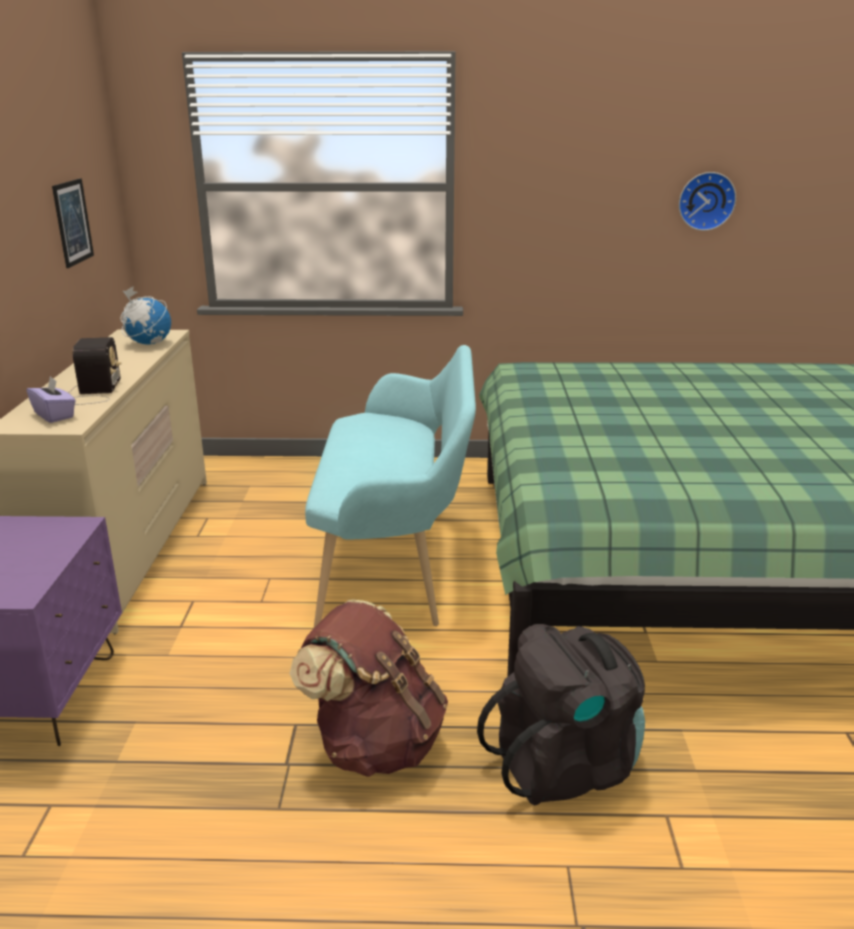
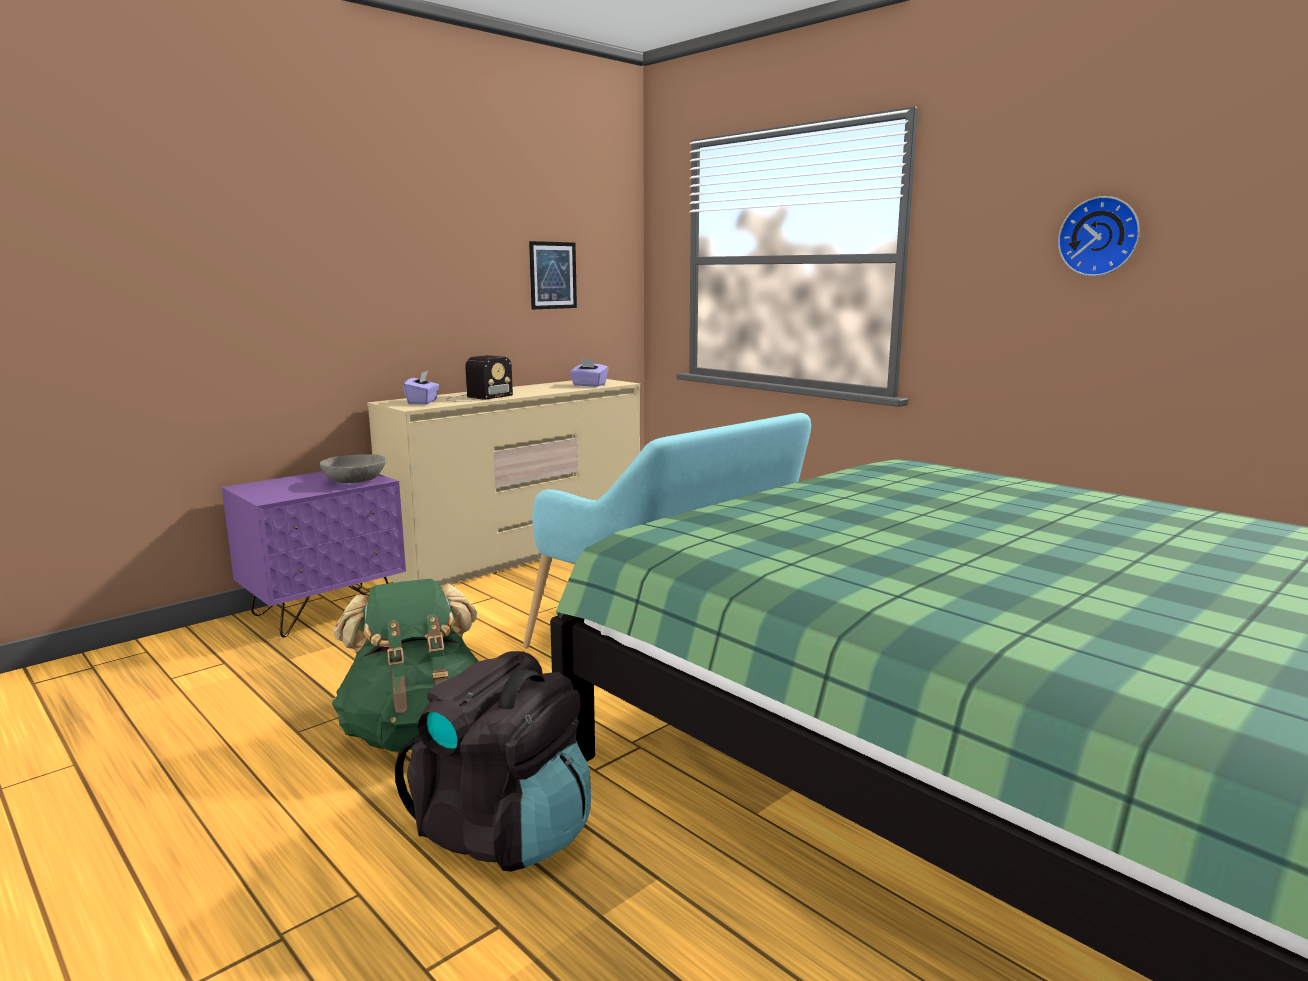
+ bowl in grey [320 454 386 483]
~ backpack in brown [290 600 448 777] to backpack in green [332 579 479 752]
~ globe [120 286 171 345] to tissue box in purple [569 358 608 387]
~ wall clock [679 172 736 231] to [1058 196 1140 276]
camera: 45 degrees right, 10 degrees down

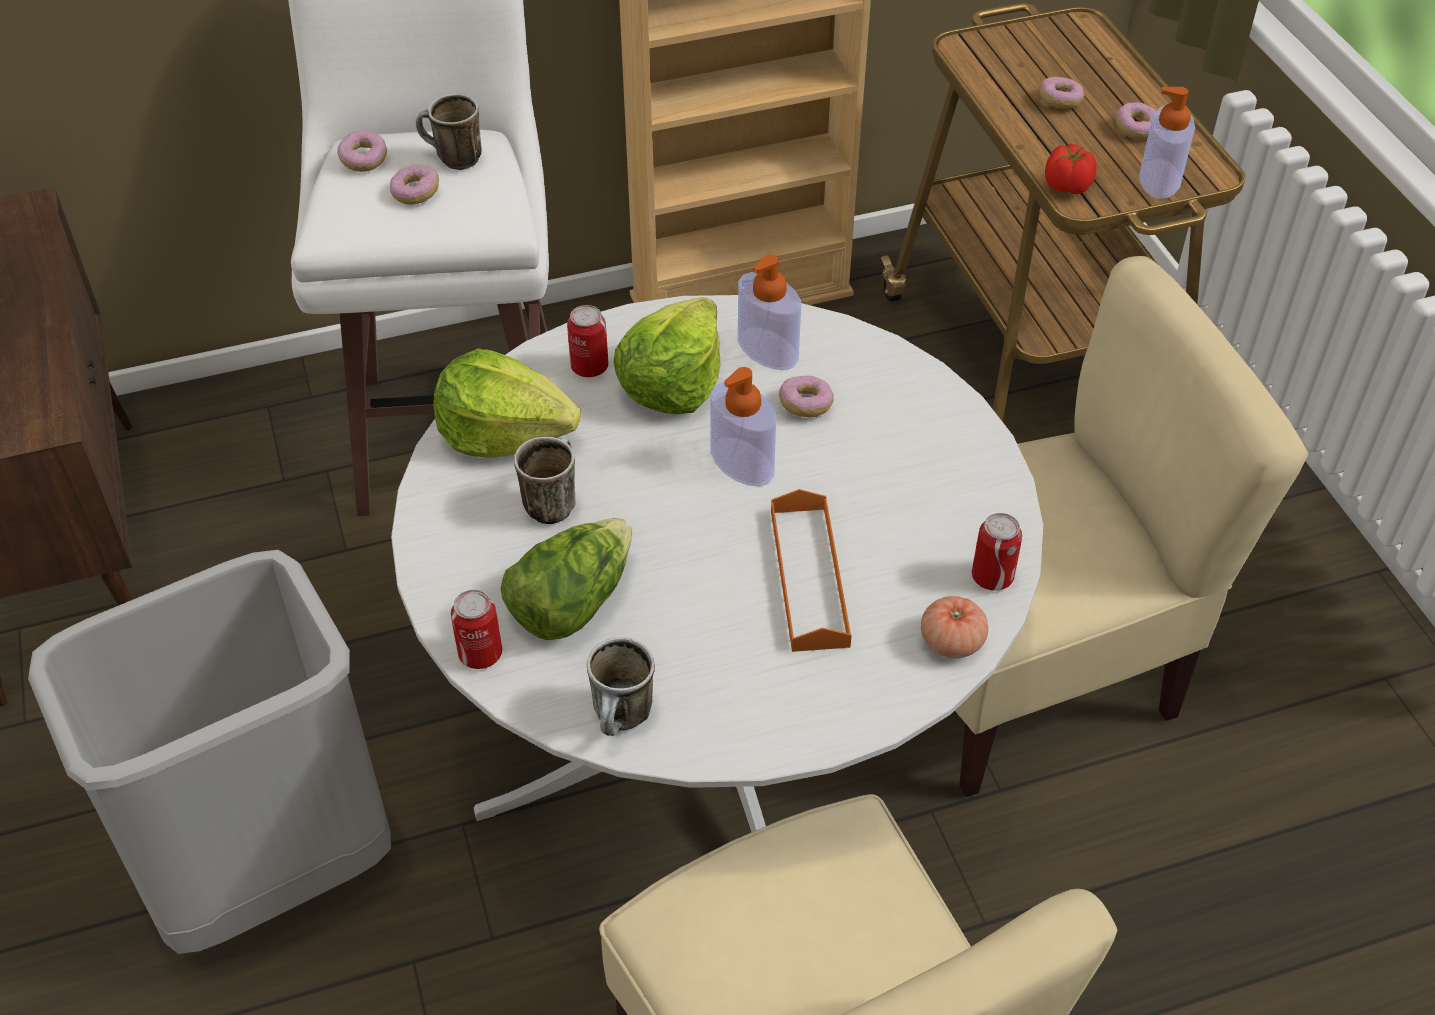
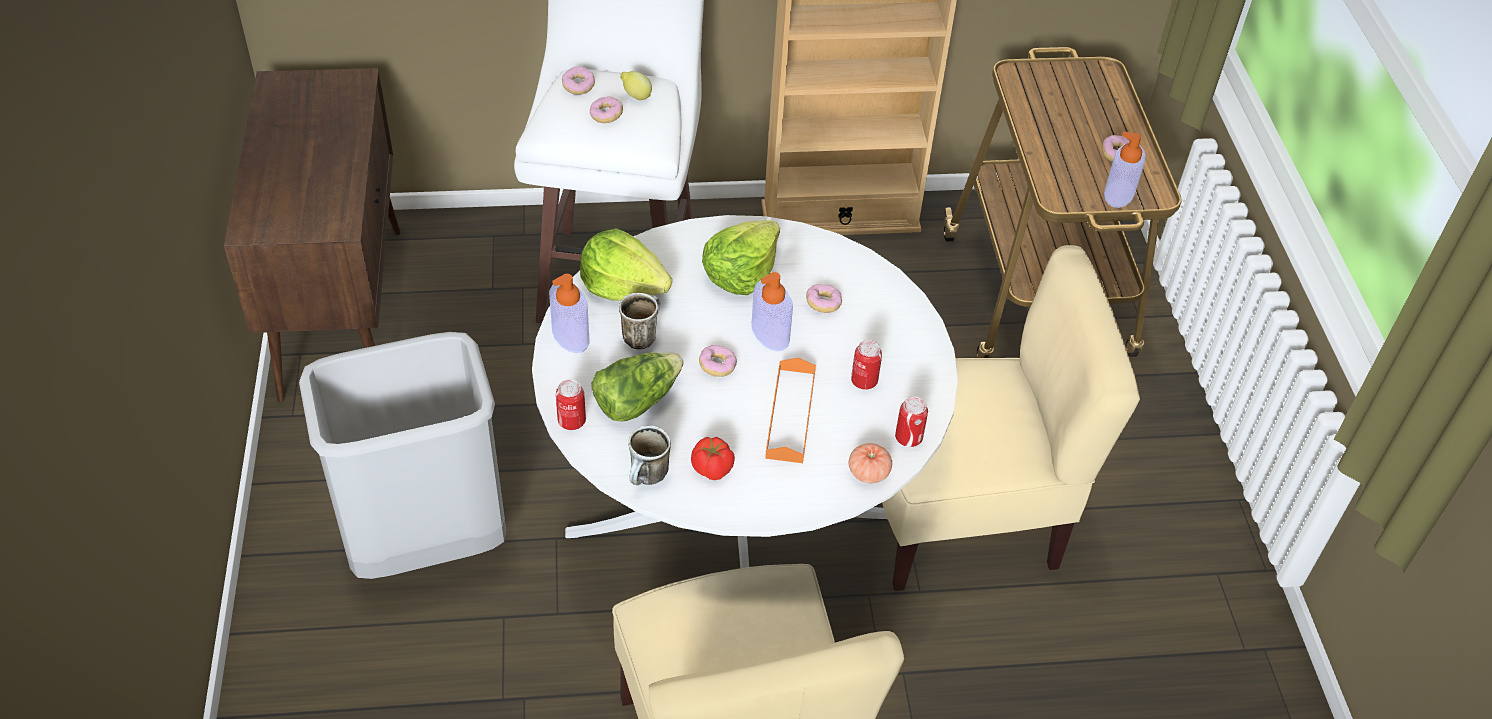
~ soap dispenser [738 254 801 370] to [549 274 590 353]
~ mug [416 94 482 170] to lemon [620 71 652 100]
~ tomato [1045 144 1097 194] to [691 437 735 480]
~ donut [1039 77 1084 109] to [699 345 737 377]
~ can [567 305 609 377] to [851 340 882 390]
camera: 10 degrees right, 0 degrees up

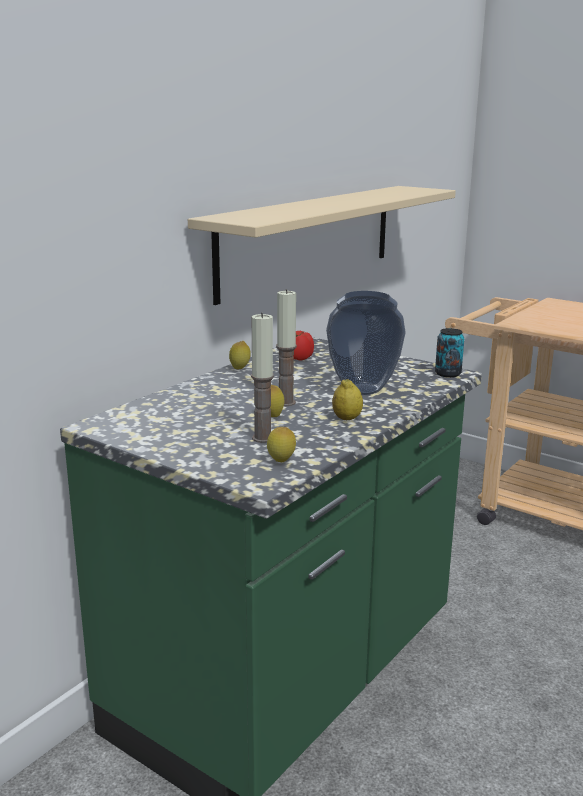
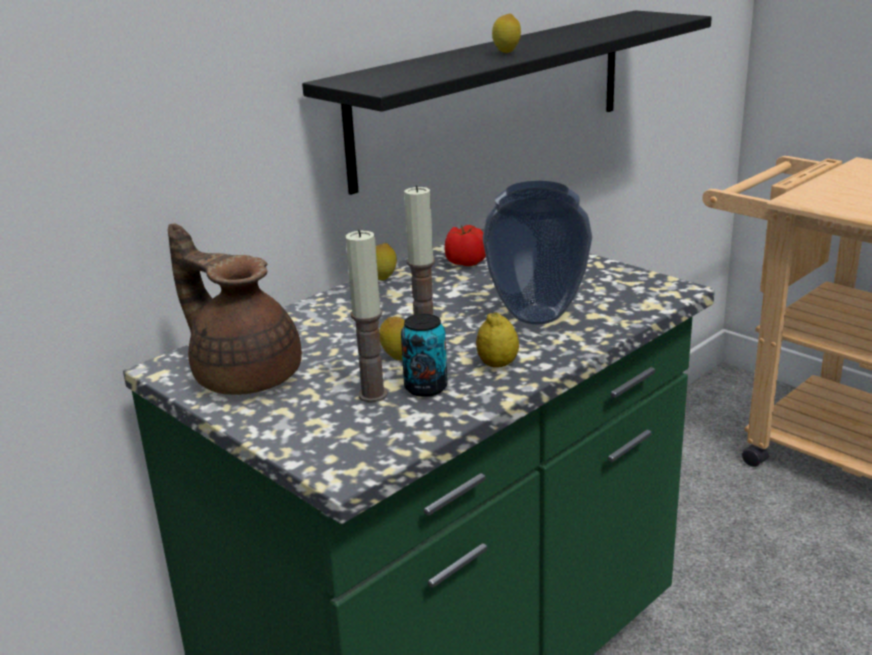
+ teapot in brown [168 223 302 395]
~ shelf in beige [188 186 456 305] to shelf in black [302 10 712 195]
~ can [435 328 464 378] to [401 314 448 397]
~ lemon [267 427 296 462] to [492 14 521 53]
camera: 10 degrees right, 5 degrees up

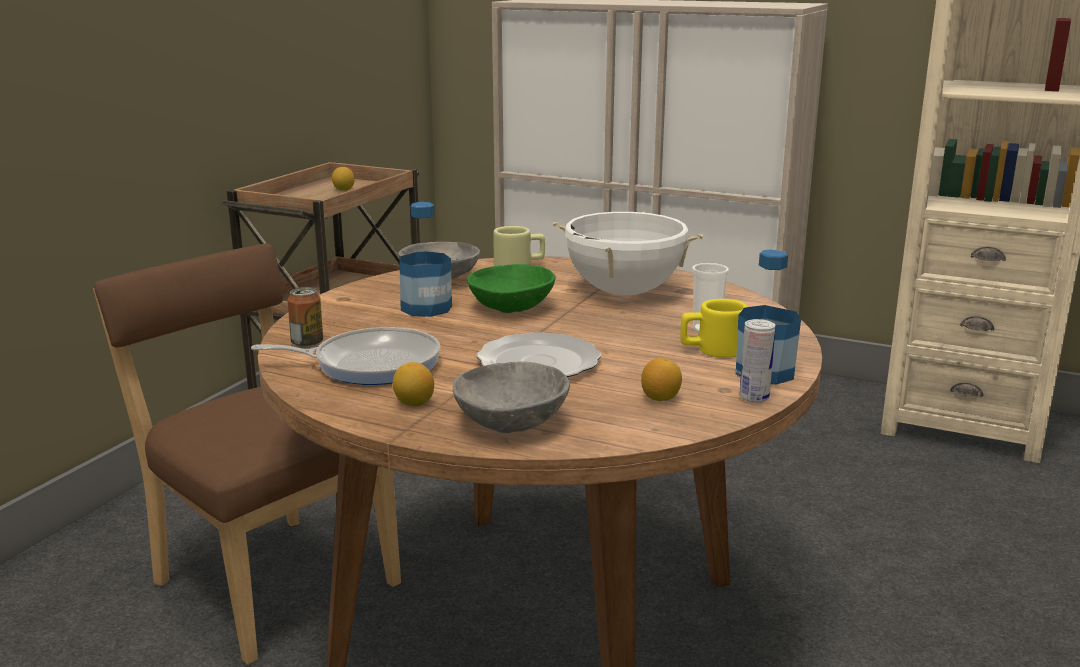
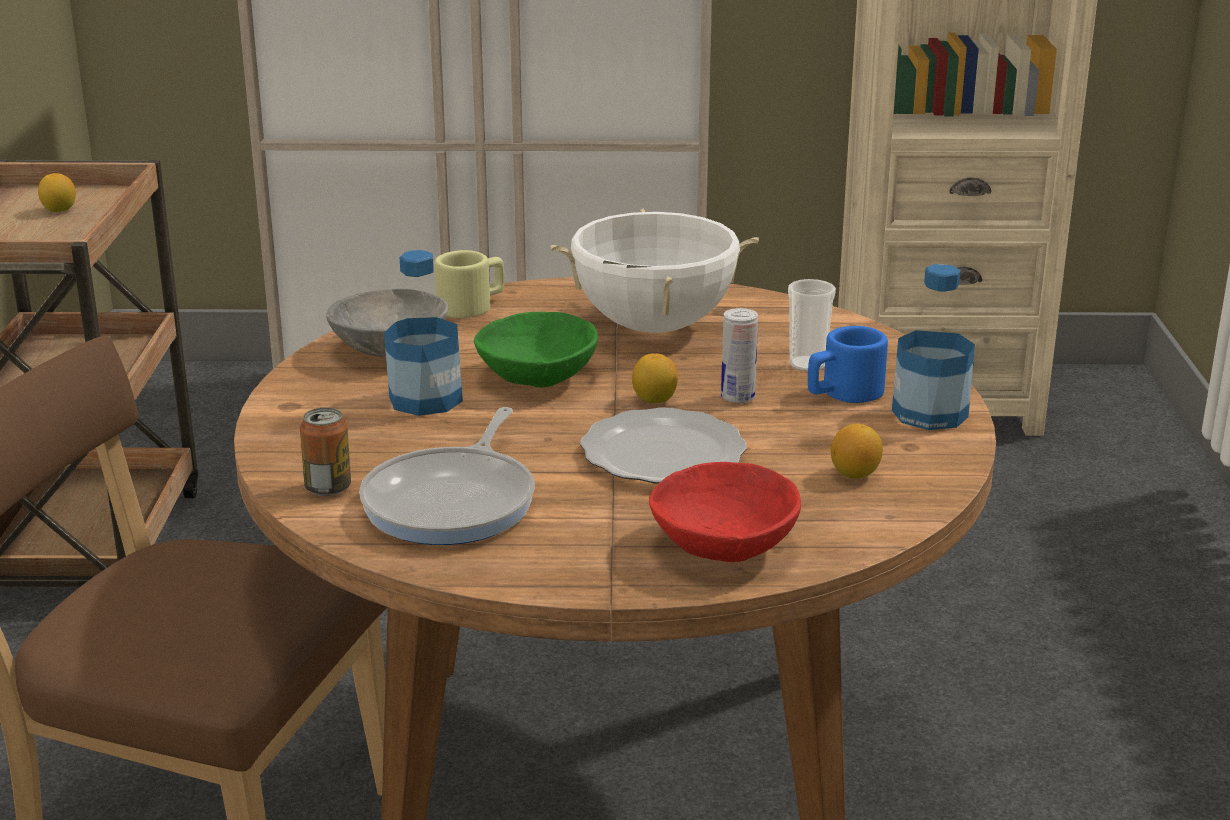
~ frying pan [251 327 441 385] = [359 407 535 545] 135 degrees clockwise
~ lemon [393 362 434 406] to [632 353 678 403]
~ bowl in grey [453 362 570 433] to bowl in red [649 462 801 562]
~ can [739 319 775 402] to [721 308 758 403]
~ mug in yellow [680 299 748 357] to mug in blue [808 326 888 403]
camera: 25 degrees left, 5 degrees up

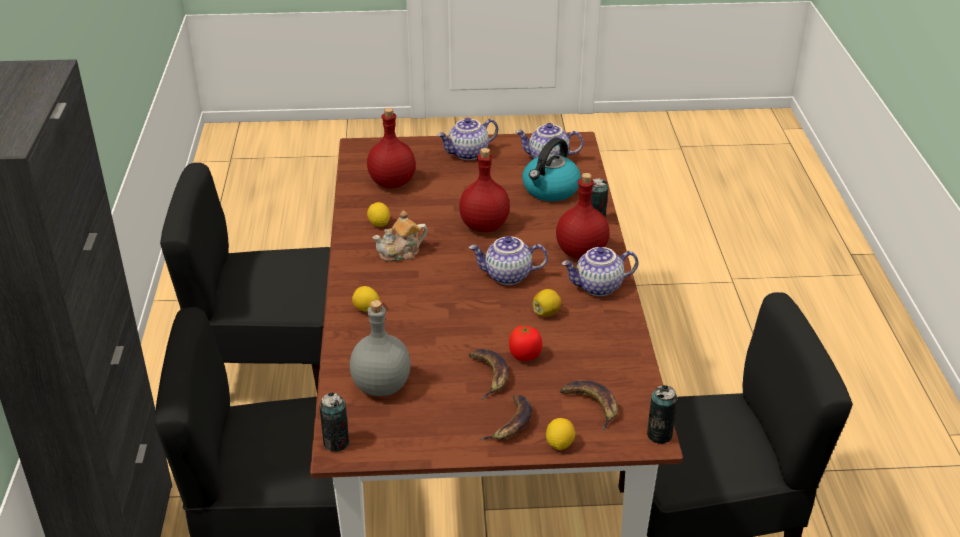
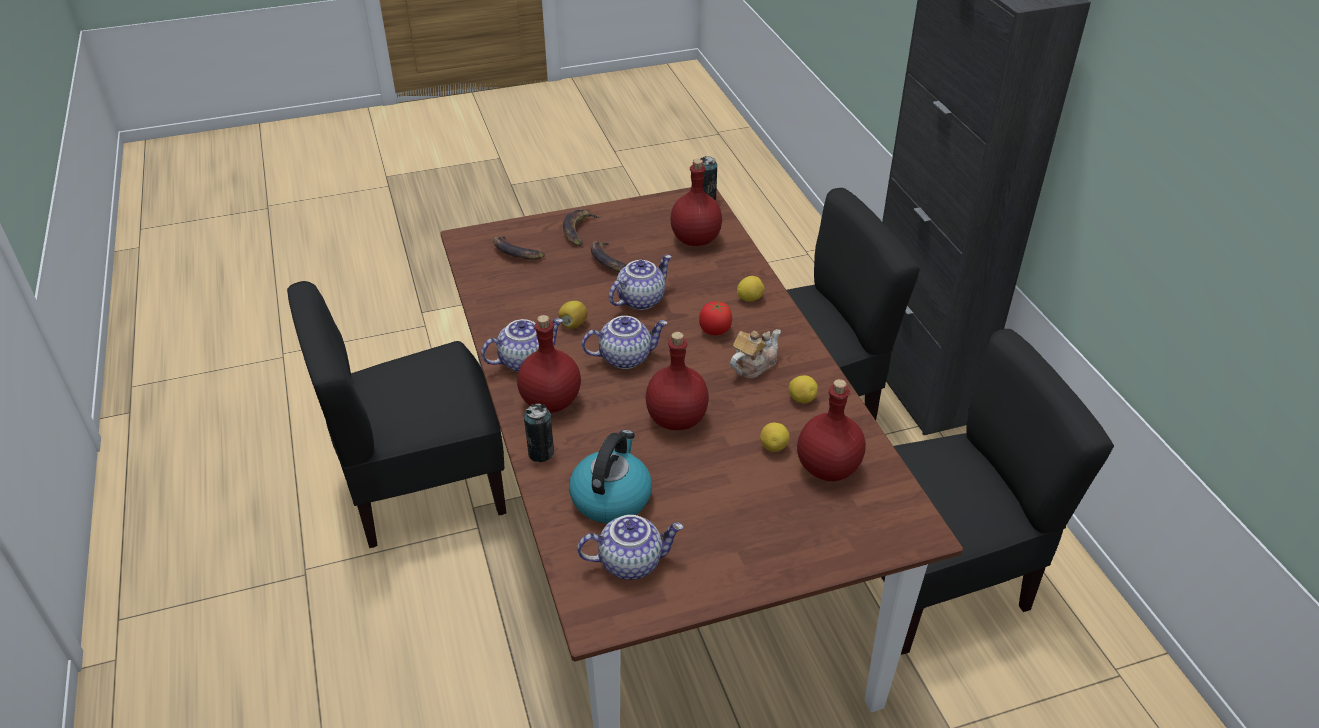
~ teapot [437 118 498 160] to [609 255 672 310]
~ bottle in grey [350 300 411 396] to bottle in red [670 159 722 246]
~ tomato [509 324 542 361] to [699 301 732 335]
~ lemon [546 418 575 450] to [760 422 790 452]
- can [647 385 678 444]
camera: 165 degrees right, 5 degrees up

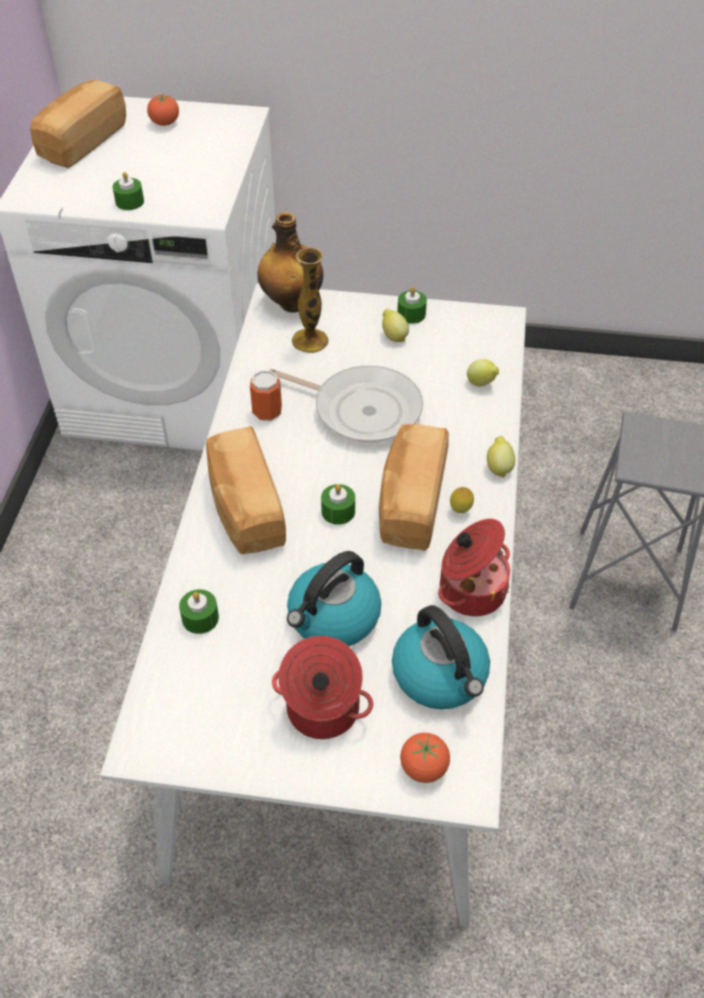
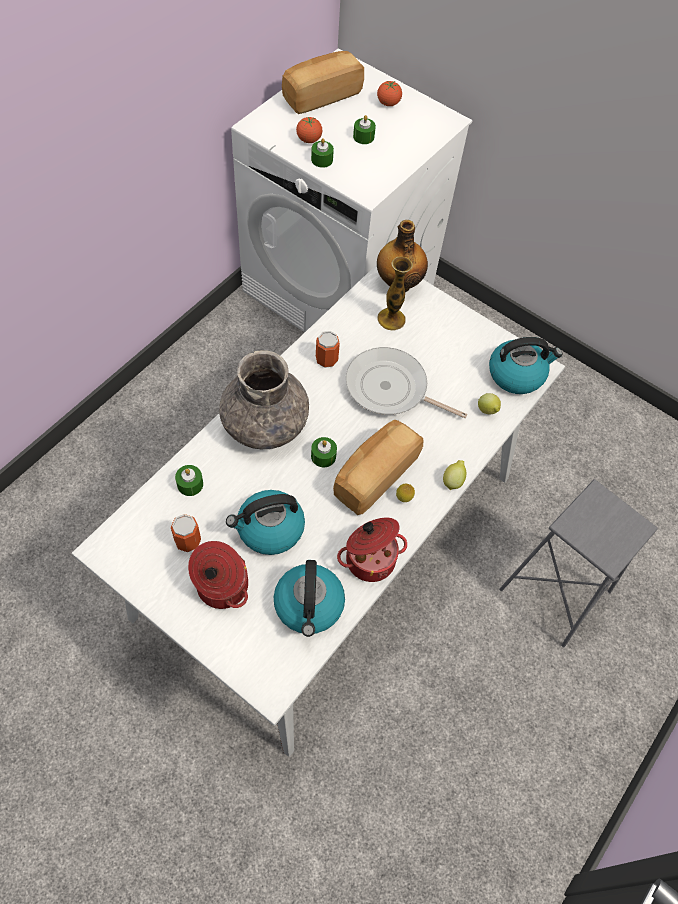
+ can [171 514 201 552]
~ bread [206 426 286 554] to vase in grey [219 350 309 449]
~ tomato [400 733 450 783] to [296 117 322 143]
~ frying pan [269 366 423 442] = [345 347 468 419] 150 degrees clockwise
~ candle in green [397 287 427 324] to [353 115 376 144]
+ kettle [489 337 563 394]
- lemon [382 308 409 342]
camera: 25 degrees right, 10 degrees up

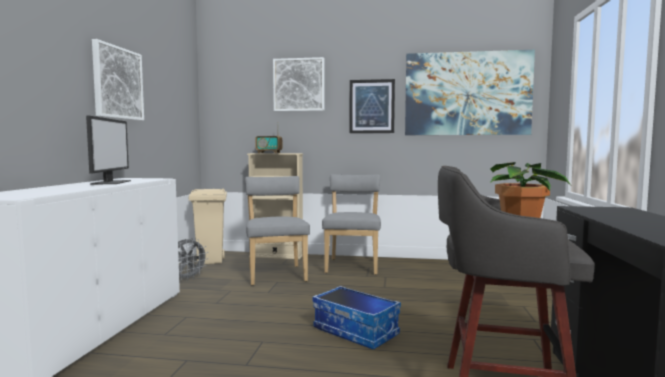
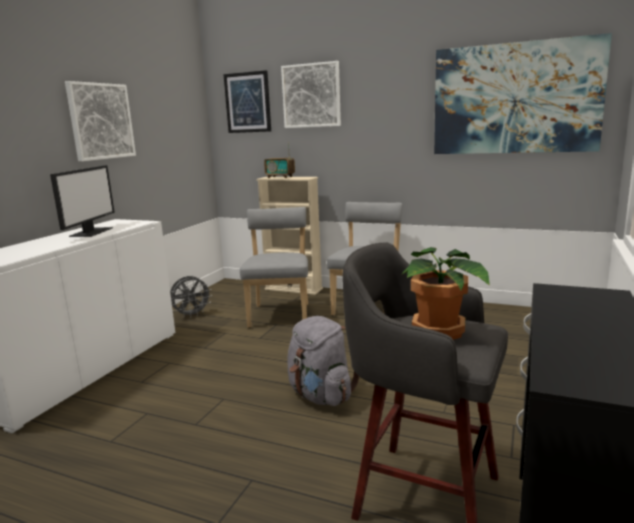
~ picture [349 79 395 133] to [223 70 271 133]
~ storage box [312 286 401 349] to backpack in grey [287 316 359 406]
- trash can in beige [189 188 227 264]
camera: 15 degrees right, 10 degrees up

